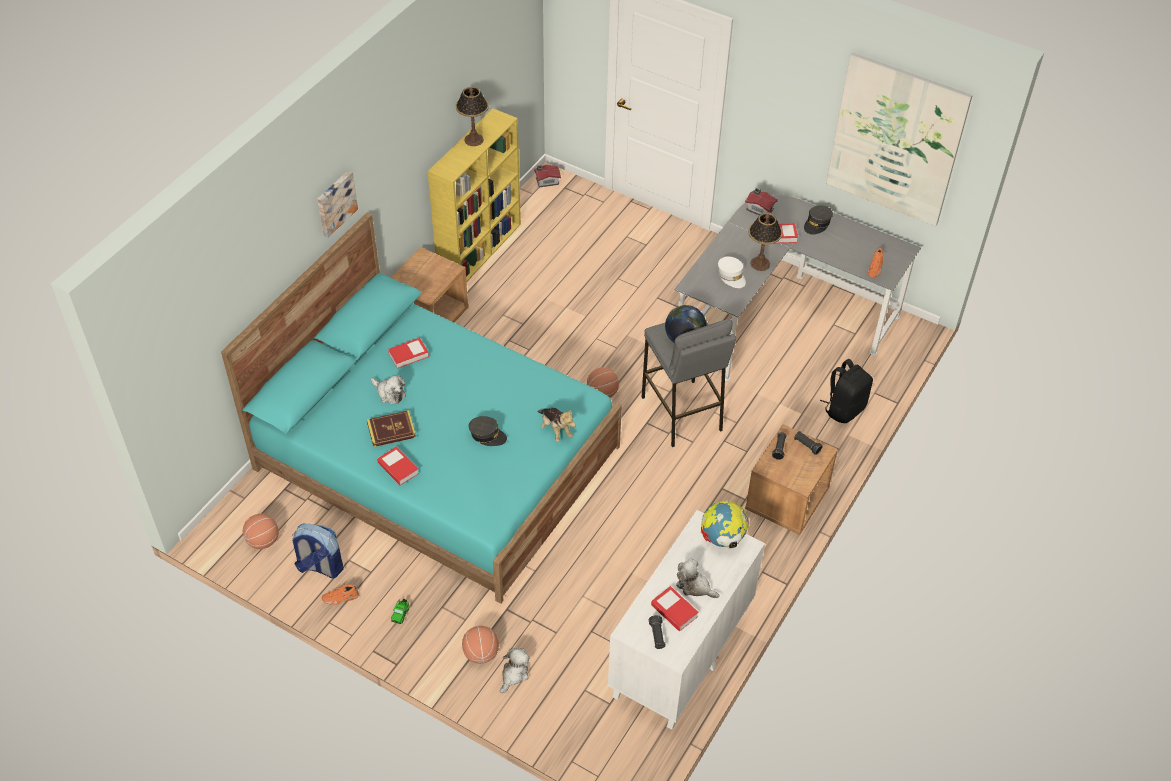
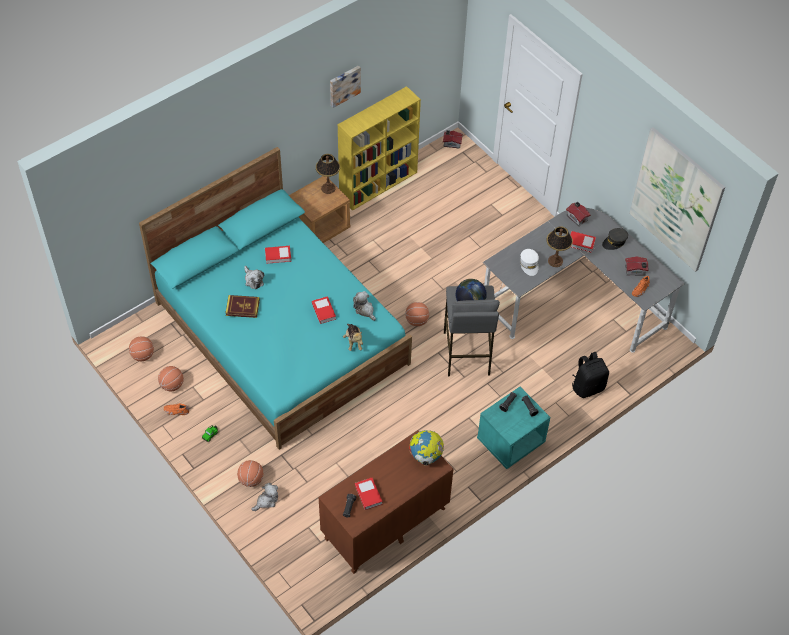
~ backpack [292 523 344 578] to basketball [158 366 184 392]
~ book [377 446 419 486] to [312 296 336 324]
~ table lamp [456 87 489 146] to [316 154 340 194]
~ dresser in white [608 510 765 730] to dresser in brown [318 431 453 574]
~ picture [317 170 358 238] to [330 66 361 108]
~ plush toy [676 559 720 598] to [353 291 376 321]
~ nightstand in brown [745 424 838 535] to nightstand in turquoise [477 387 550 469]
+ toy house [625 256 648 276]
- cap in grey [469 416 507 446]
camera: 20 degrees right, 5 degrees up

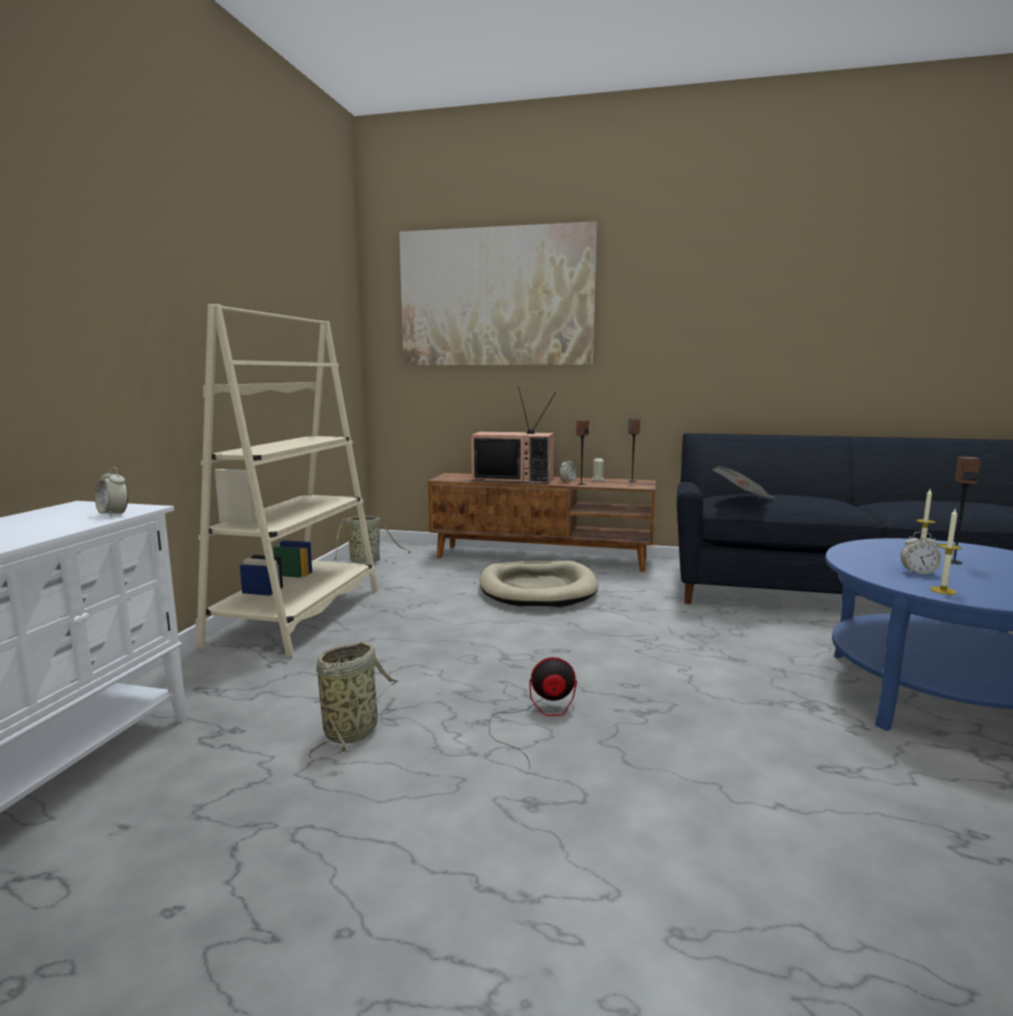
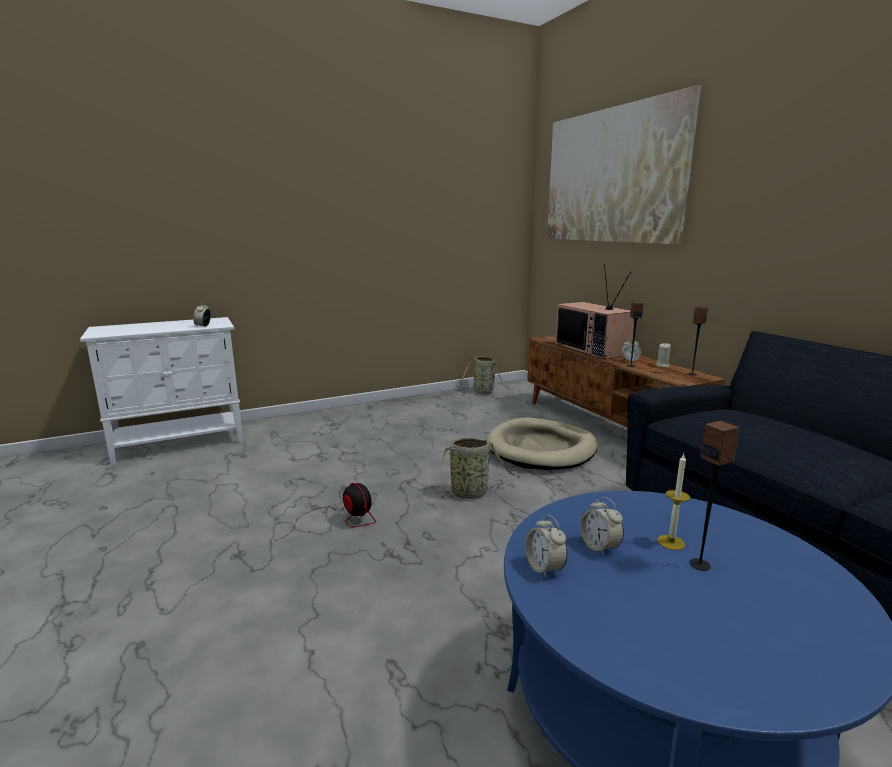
~ basket [308 642 398 758] to [432 437 520 499]
~ candle [930 509 961 595] to alarm clock [525 515 568 579]
- bookcase in beige [195 304 378 657]
- newspaper [712 466 775 498]
camera: 50 degrees right, 5 degrees up

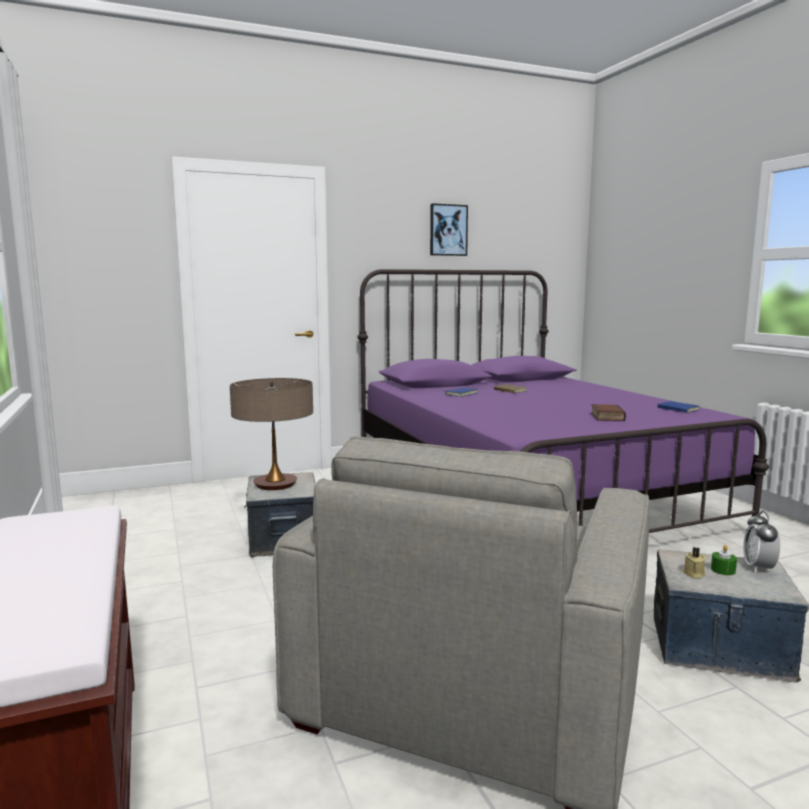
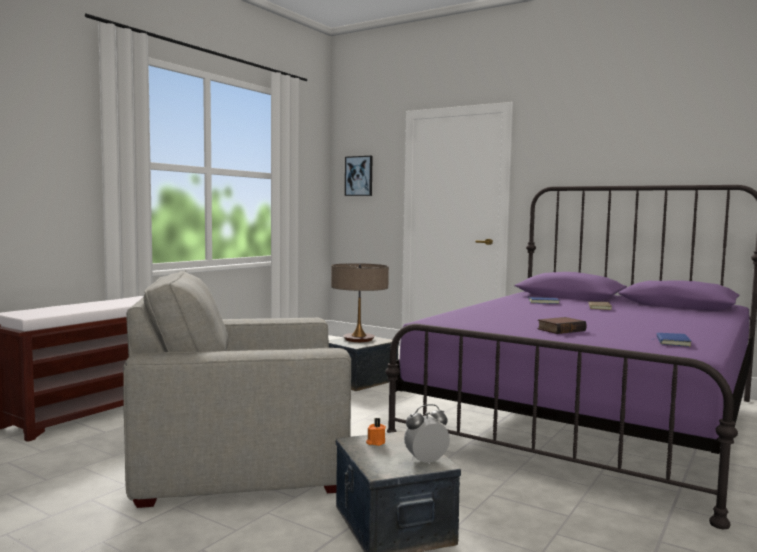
~ picture [430 203 468 256] to [345 156 373 196]
~ candle in beige [683 547 706 579] to candle in orange [366 418 386 446]
- candle in green [711 545 737 575]
camera: 55 degrees right, 5 degrees down

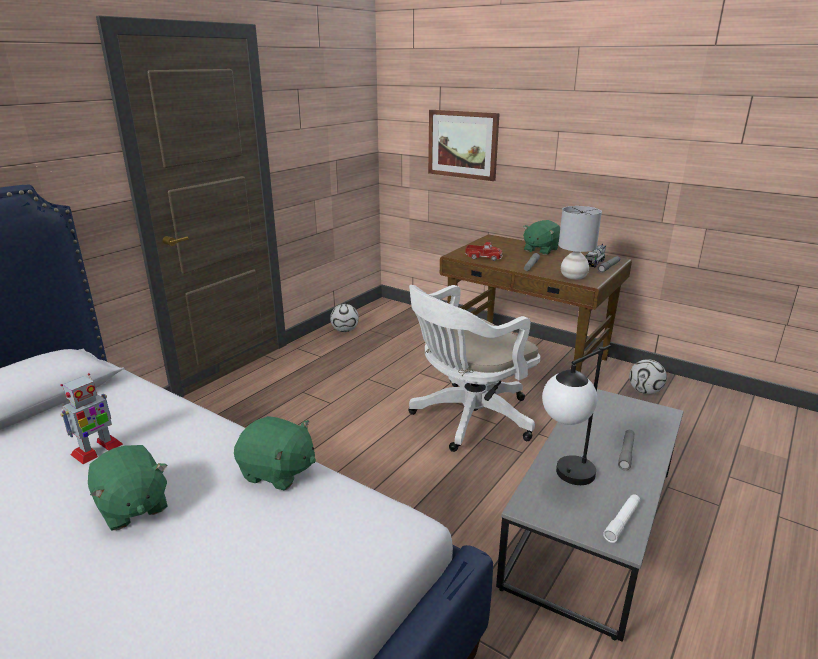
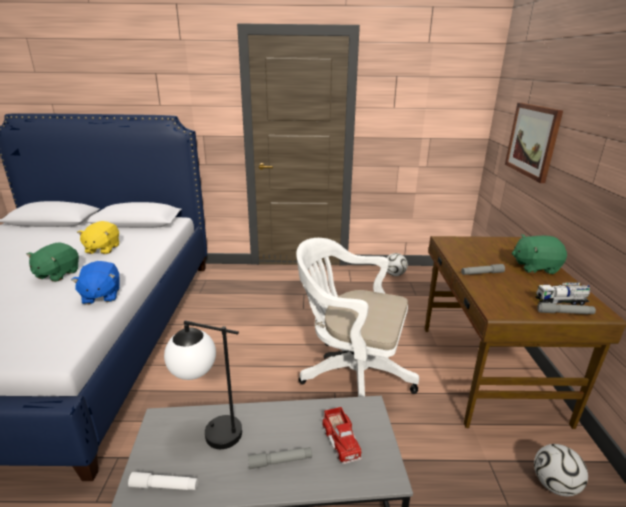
~ plush toy in green [234 416 316 490] to plush toy in blue [71 261 120 305]
~ toy robot [60 373 123 464] to plush toy in yellow [77 221 119 254]
~ toy truck [465 242 503 261] to [322 407 362 464]
- table lamp in grey [559 206 602 280]
camera: 55 degrees right, 0 degrees up

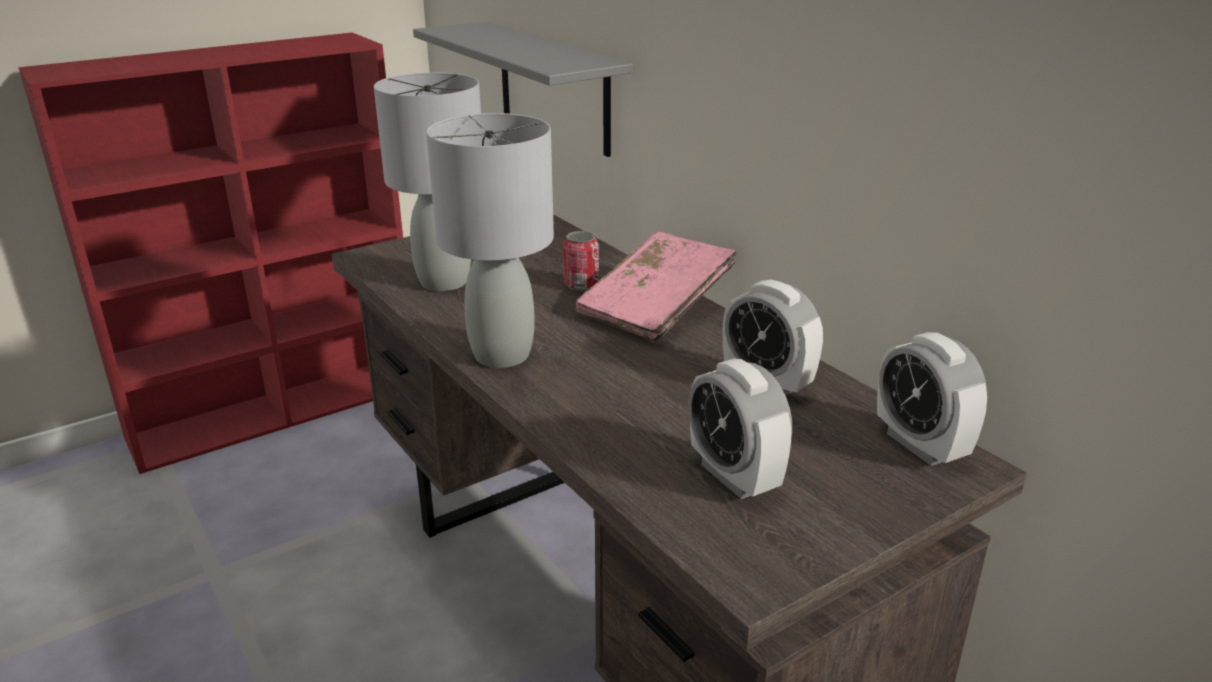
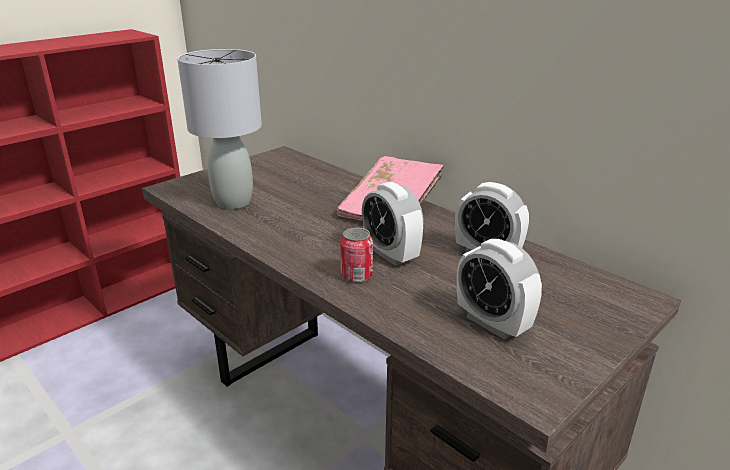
~ can [563 231 599 291] to [340 228 373 283]
~ alarm clock [877 332 987 466] to [362 182 424 266]
- shelf in grey [413 21 633 157]
- table lamp in grey [426 113 554 368]
camera: 10 degrees left, 0 degrees up

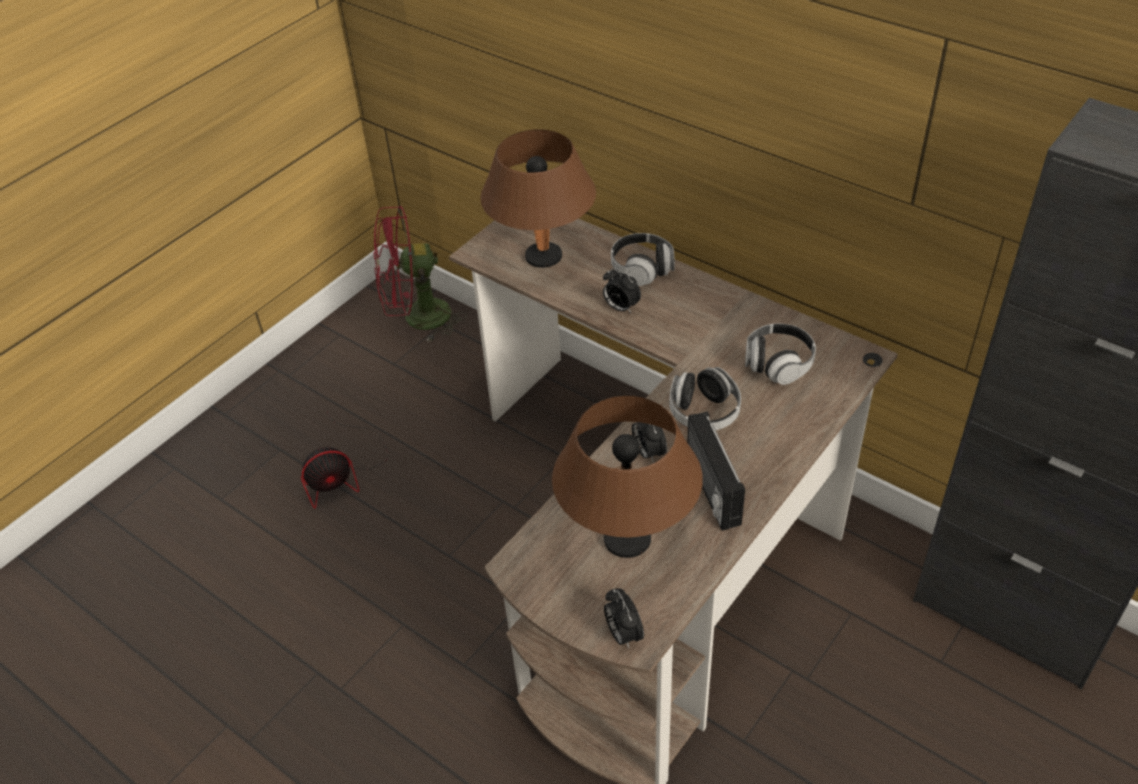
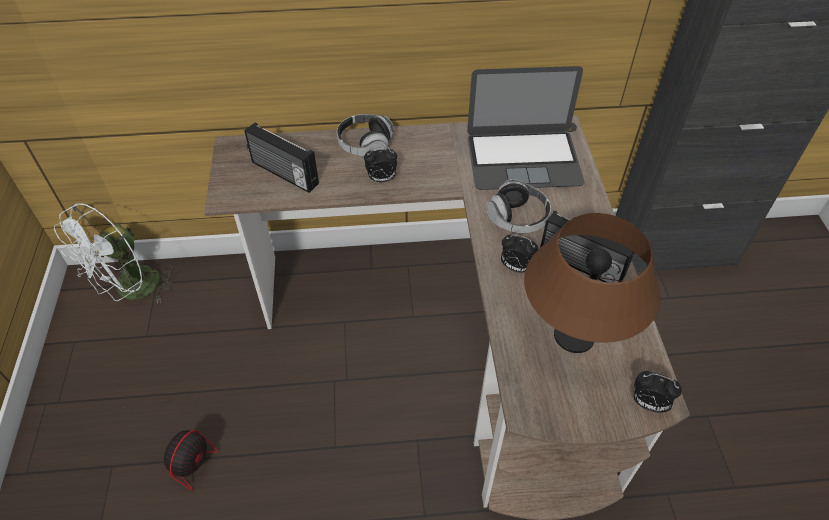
~ fan in red [374 206 467 342] to fan in white [54 203 173 304]
~ table lamp in brown [480 130 596 268] to radio [244 122 319 193]
~ headphones [745 323 816 385] to laptop [467 66 585 190]
camera: 45 degrees left, 5 degrees up

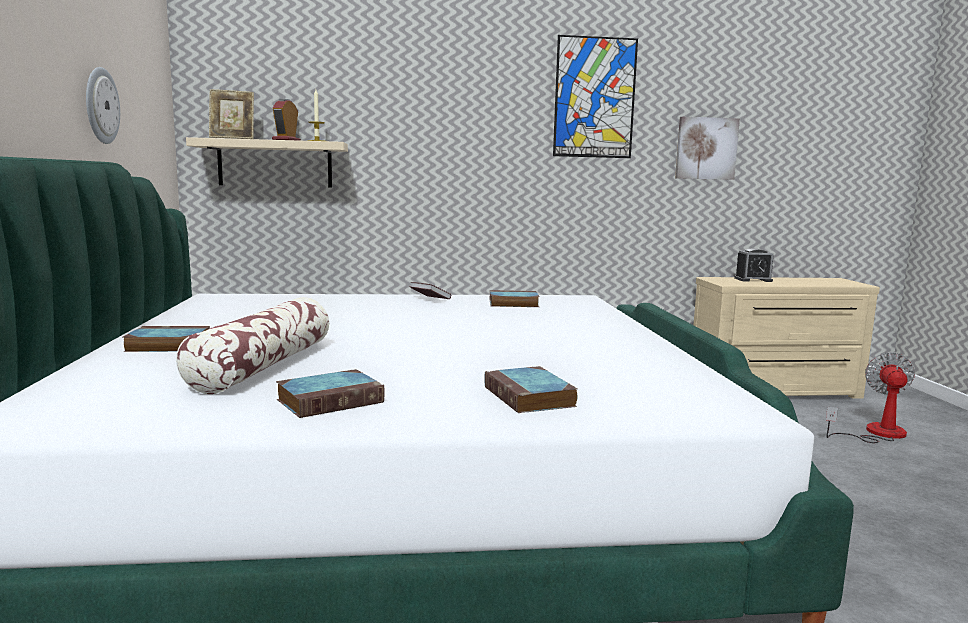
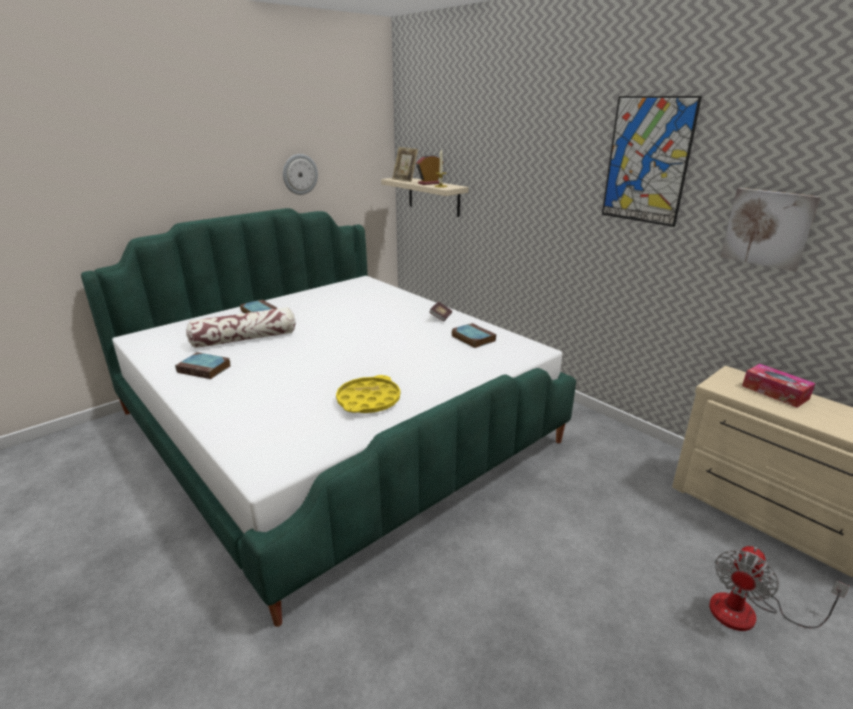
+ tray in yellow [336 375 400 413]
~ fan [826 352 915 443] = [709 546 850 631] 150 degrees clockwise
~ alarm clock [734 248 774 282] to tissue box [742 364 816 408]
- book [485 366 578 413]
camera: 55 degrees right, 15 degrees up

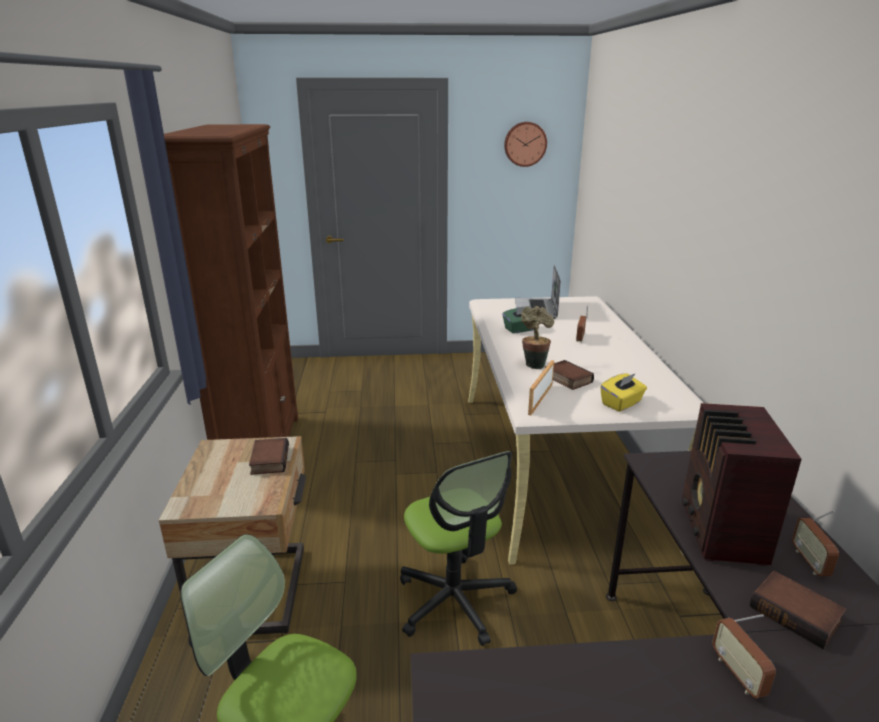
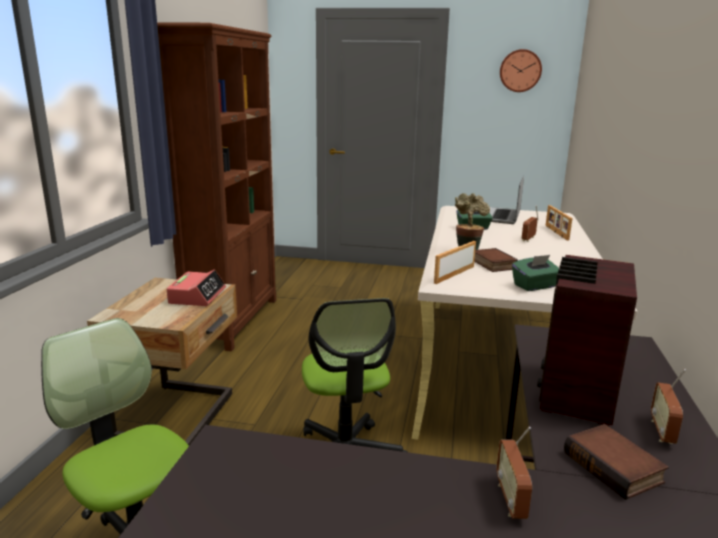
~ book [249 438 289 475] to alarm clock [166 270 226 306]
~ tissue box in yellow [600 373 647 412] to tissue box in green [512 255 559 291]
+ picture frame [545 205 572 240]
camera: 15 degrees right, 5 degrees down

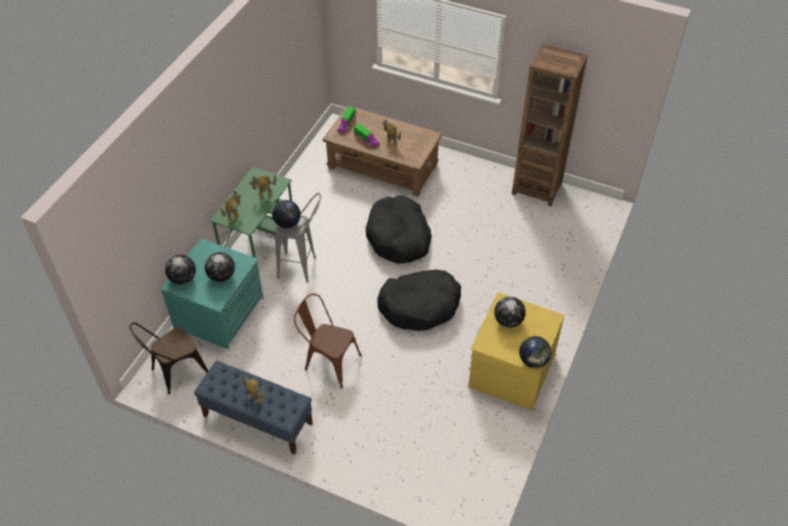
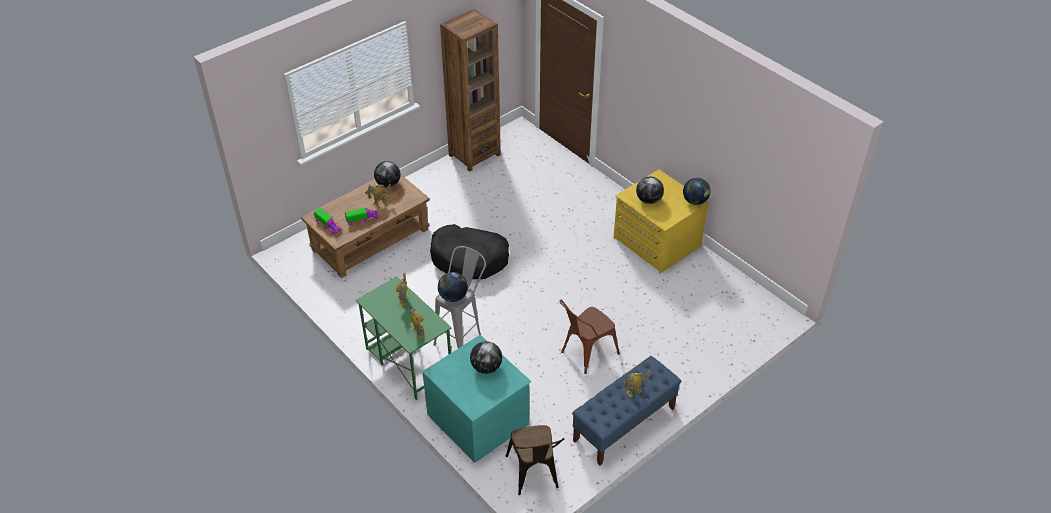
~ globe [165 255 196 285] to [374 161 401 188]
- dog bed in black [377 270 461 331]
camera: 65 degrees left, 5 degrees down

